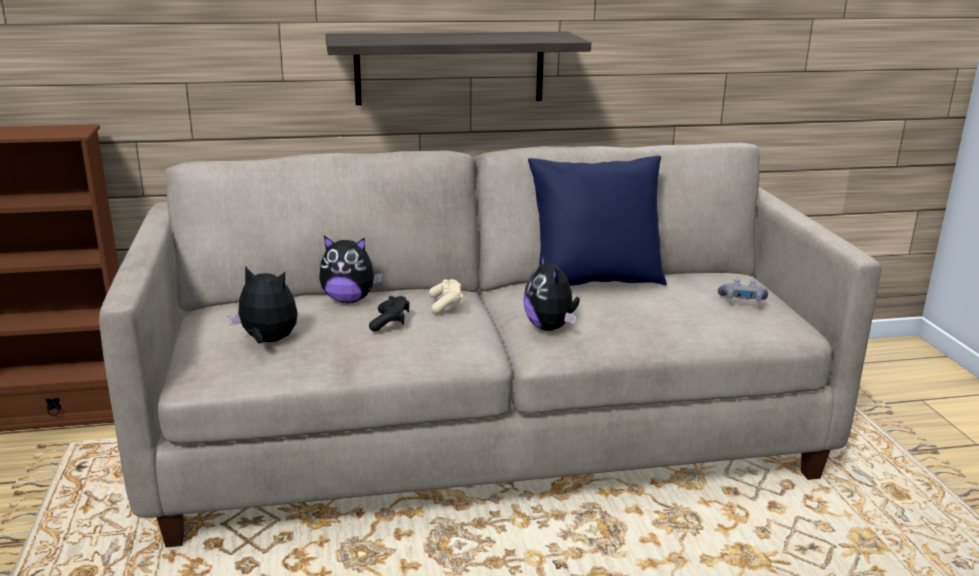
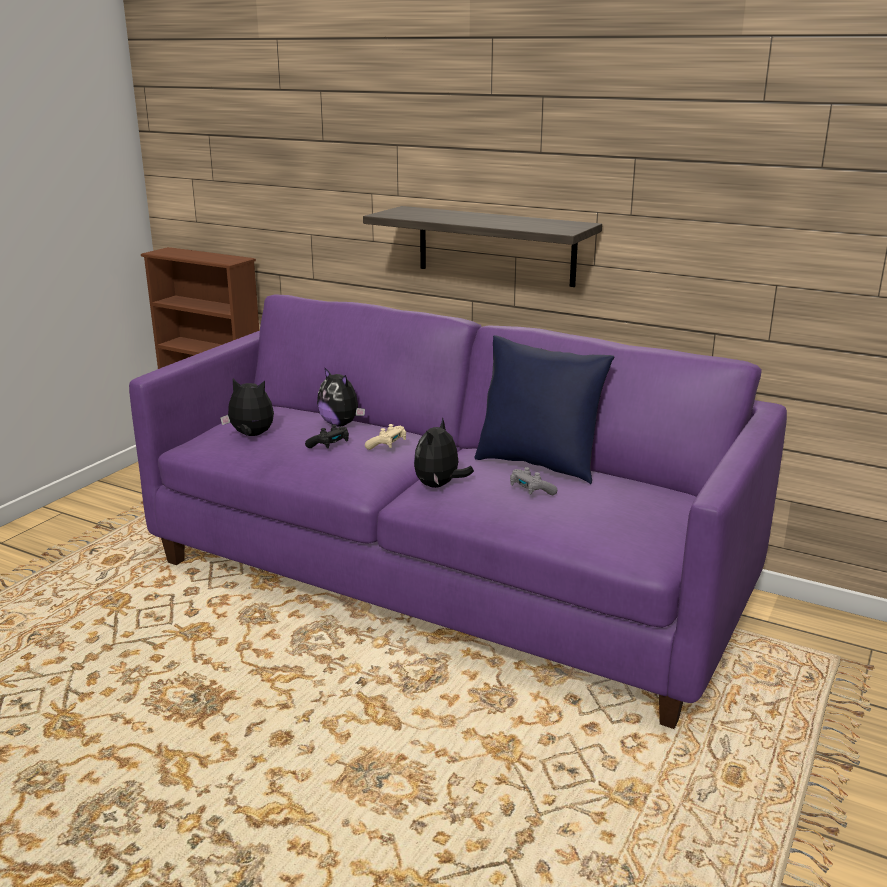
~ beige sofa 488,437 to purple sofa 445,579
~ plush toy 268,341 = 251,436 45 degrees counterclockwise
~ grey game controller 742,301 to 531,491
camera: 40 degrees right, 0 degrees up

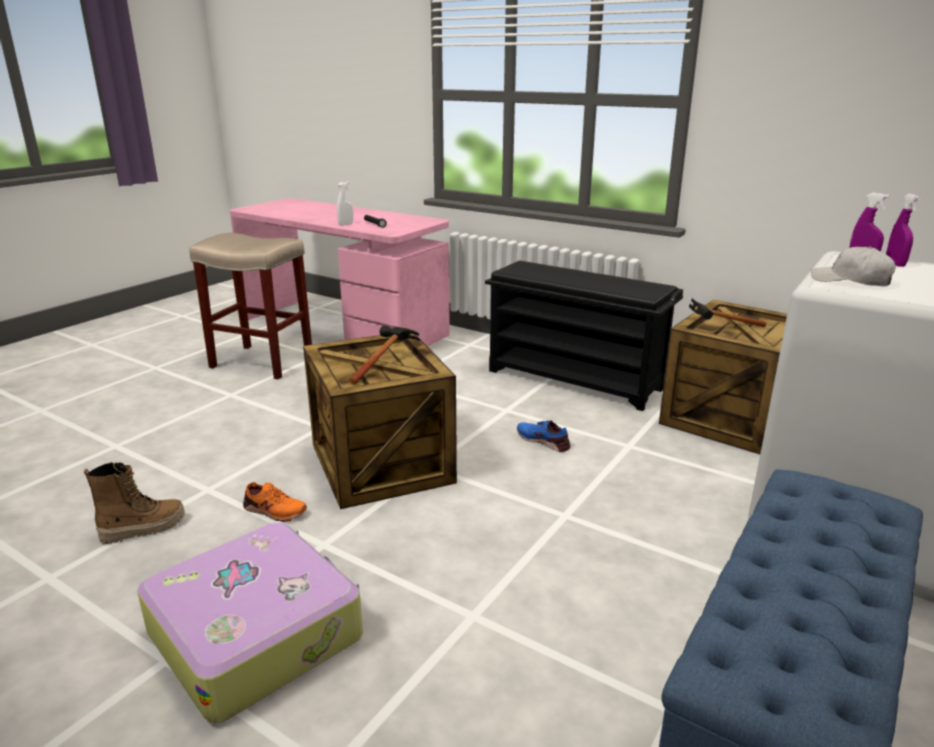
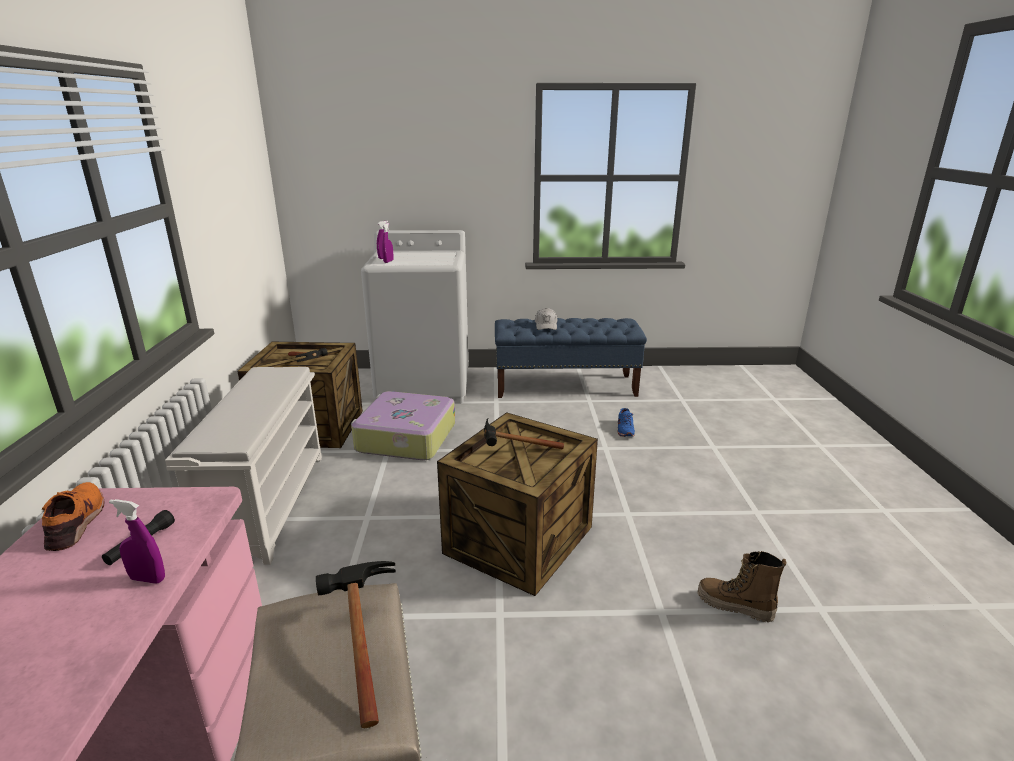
~ orange shoe 274,511 to 77,522
~ white spray bottle 346,224 to purple spray bottle 148,579
~ black shoe rack 576,379 to white shoe rack 268,503
+ hammer 359,641
~ suitcase 257,632 to 405,438
~ white cap 851,281 to 546,325
~ blue shoe 543,441 to 624,429
camera: 125 degrees left, 0 degrees up

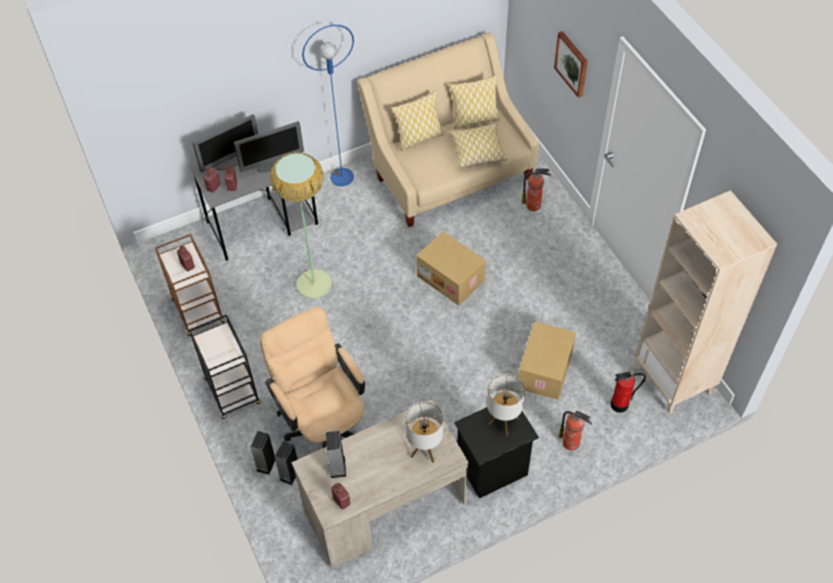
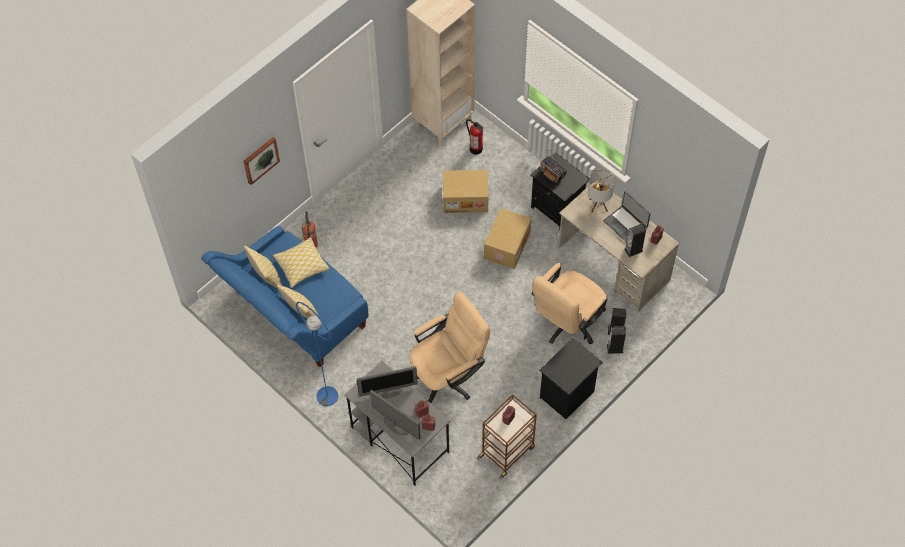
~ beige sofa 449,171 to blue sofa 294,315
~ monitor 272,164 = 388,391 120 degrees clockwise
~ floor lamp 314,284 to beige office chair 448,376
~ cardboard box 451,278 to 506,245
~ black cart 232,392 to black nightstand 568,395
~ table lamp 503,421 to radio 552,174
+ laptop 626,224
- fire extinguisher 572,443
camera: 110 degrees left, 5 degrees up

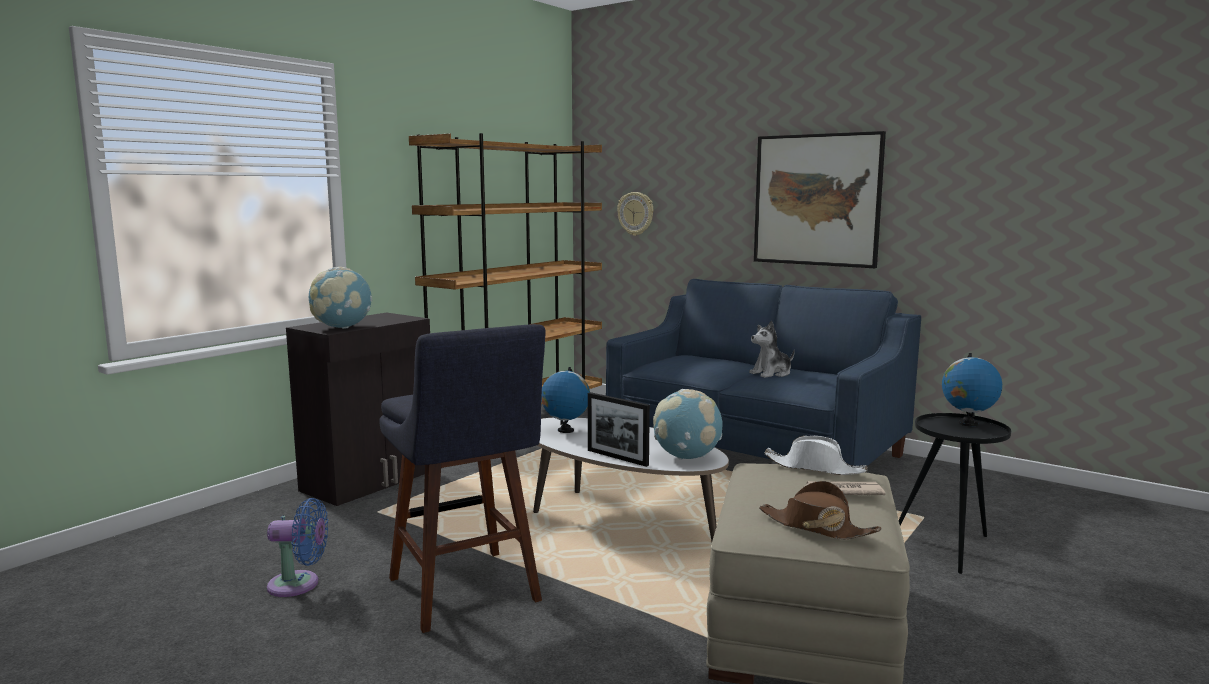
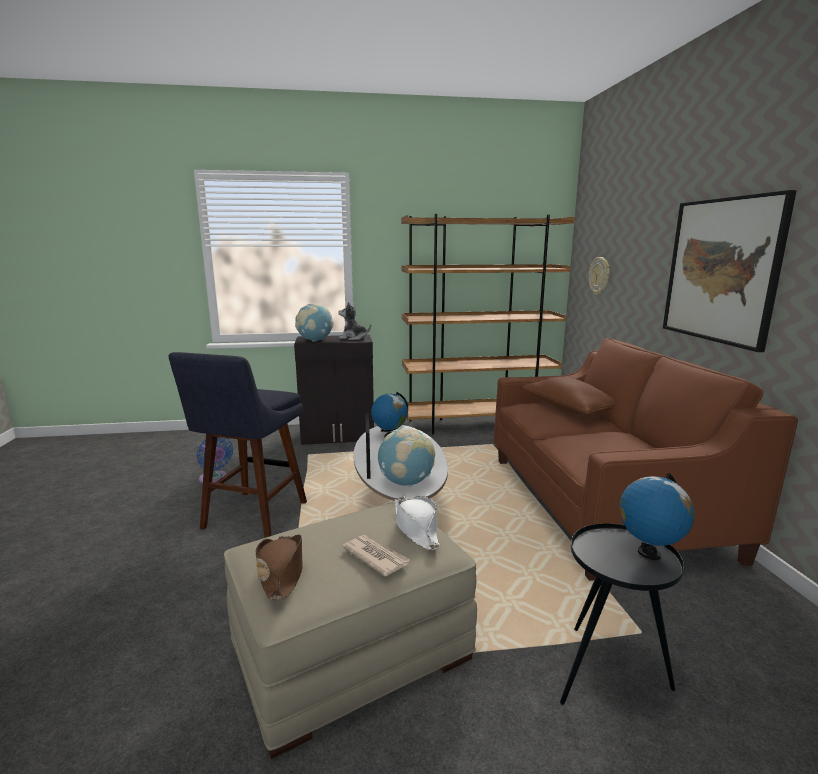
~ plush toy 771,373 to 353,338
~ blue sofa 756,452 to brown sofa 600,504
+ brown pillow 569,409
camera: 45 degrees right, 5 degrees up

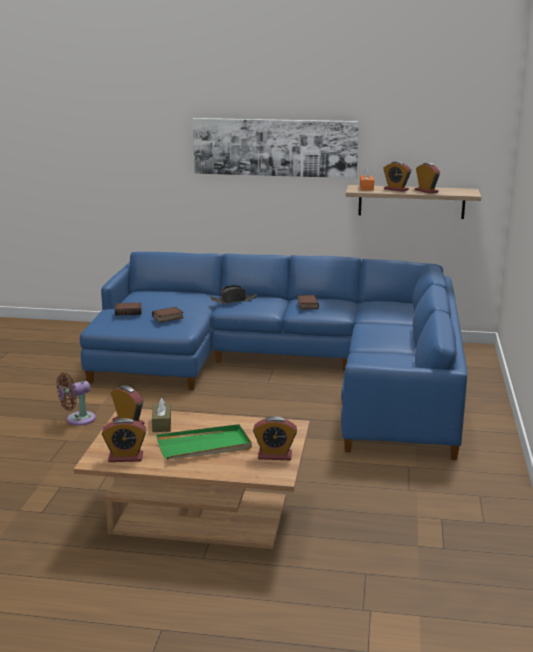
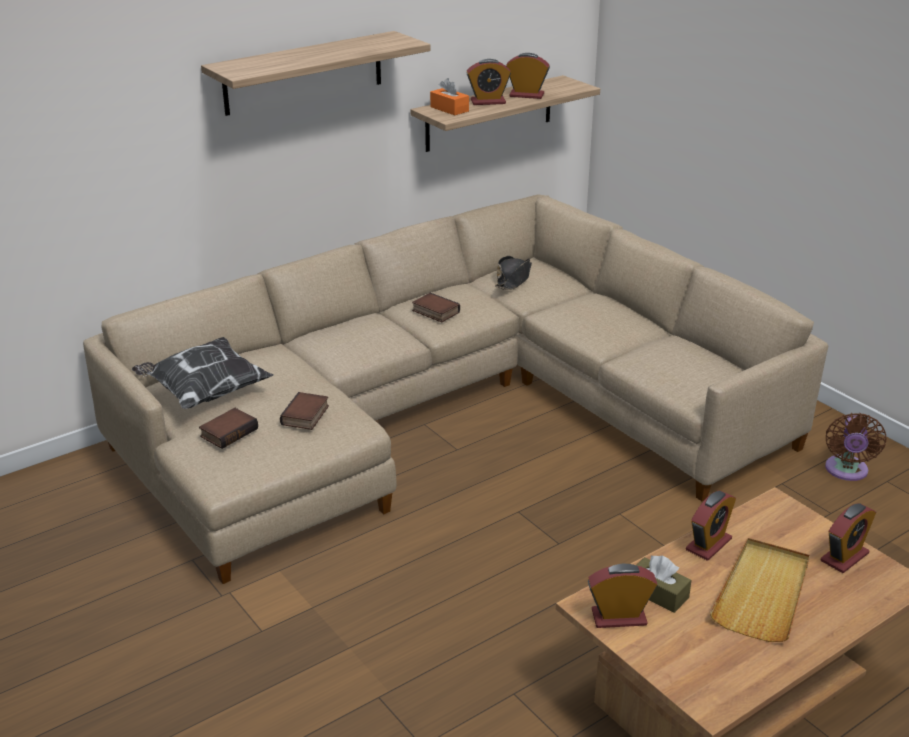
~ blue sofa 291,369 to beige sofa 447,414
+ pillow 204,392
~ picture 275,147 to shelf 304,73
~ black hat 234,300 to 513,279
~ alarm clock 125,457 to 708,544
~ green tray 204,446 to beige tray 762,593
~ brown fan 77,419 to 846,471
camera: 45 degrees left, 10 degrees up

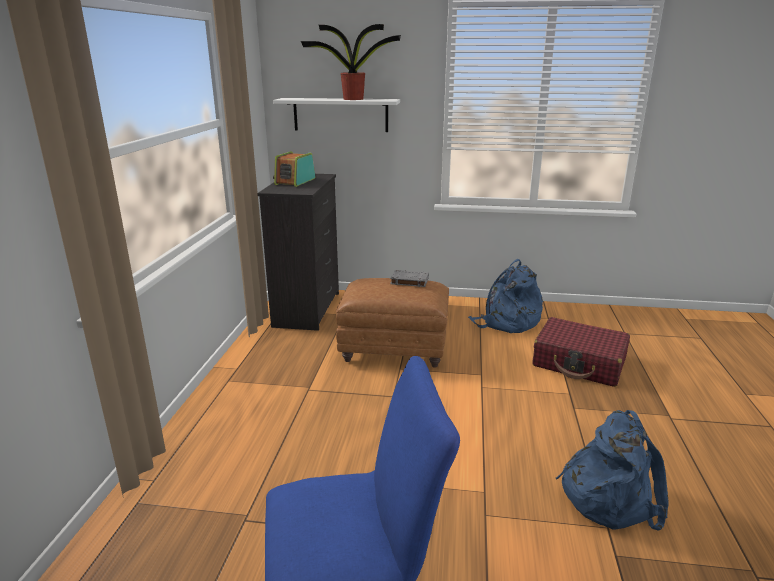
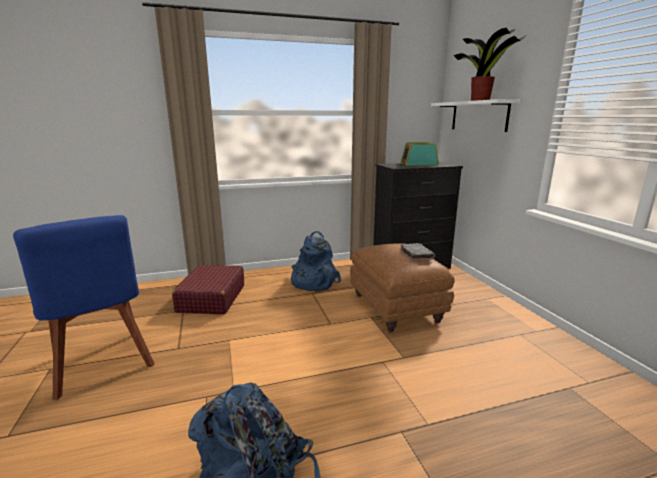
~ red suitcase 579,363 to 211,298
~ blue backpack 507,322 to 312,282
camera: 65 degrees right, 5 degrees down

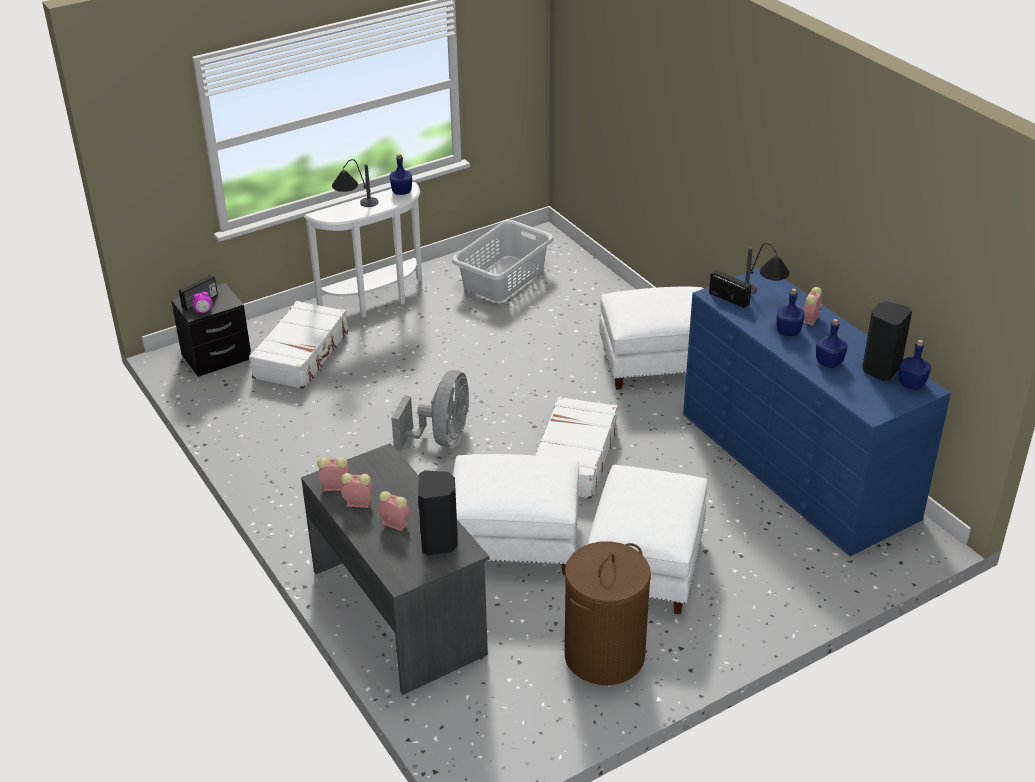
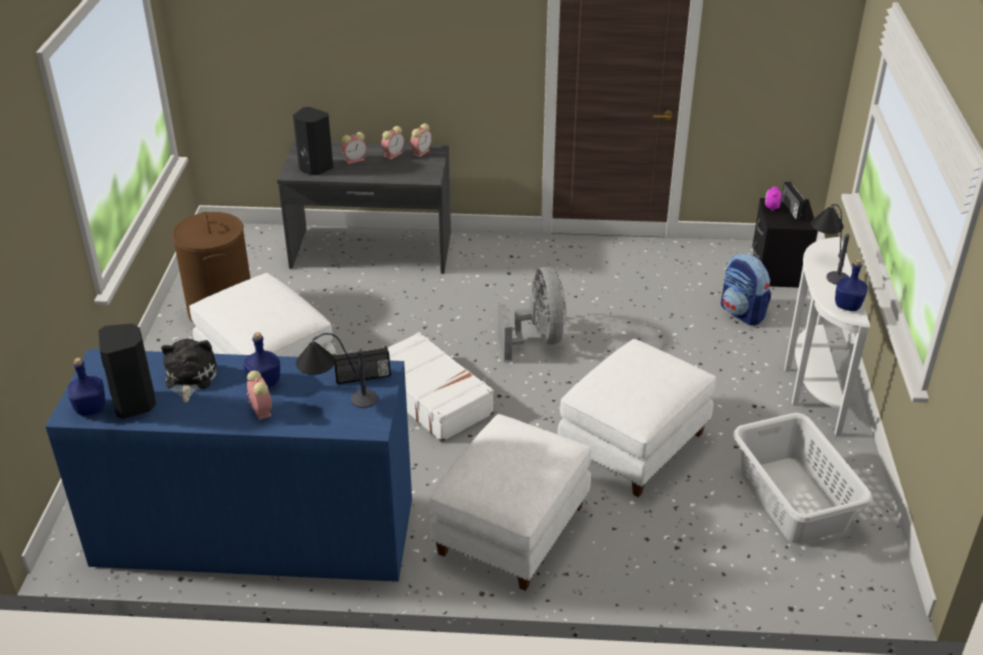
~ blue bottle 829,363 to plush toy 189,378
~ grey fan 441,438 = 538,339 150 degrees counterclockwise
~ white ottoman 514,543 to 632,444
~ white suitcase 302,355 to backpack 742,313
camera: 125 degrees right, 0 degrees up

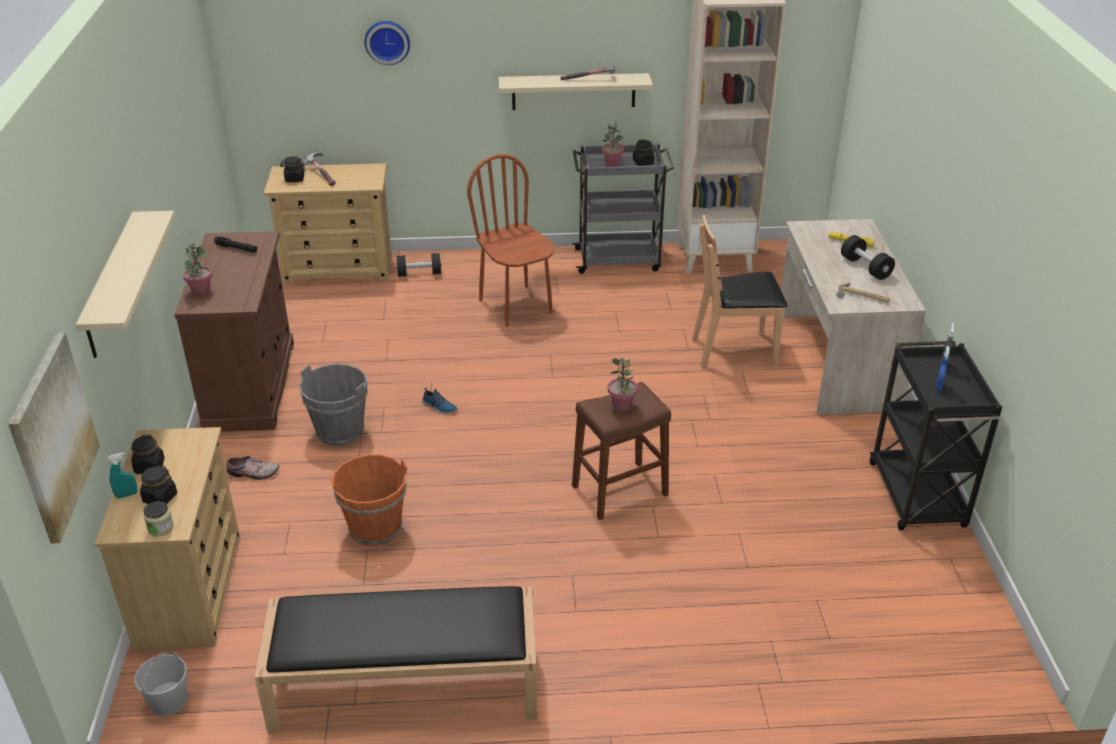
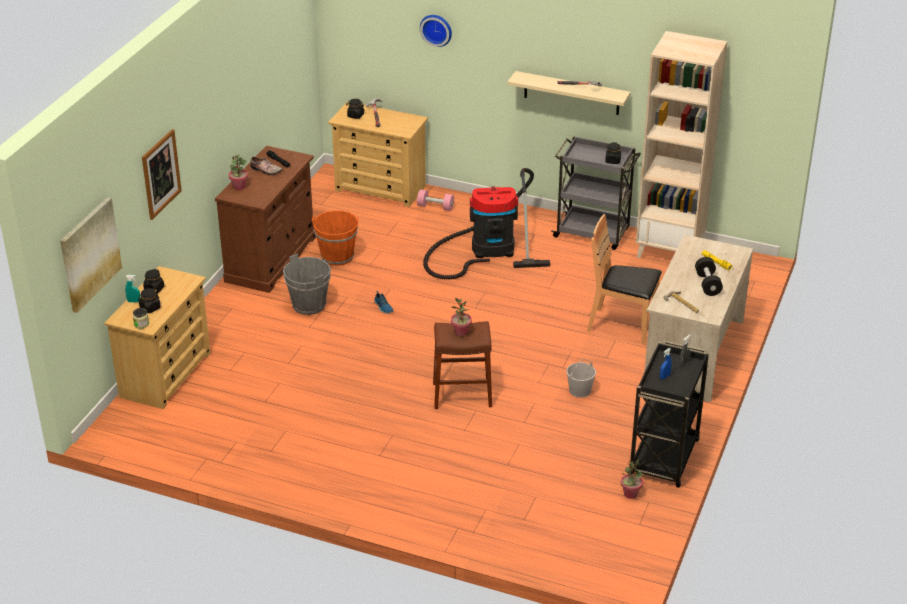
~ beige shelf 111,285 to picture 161,174
~ shoe 253,473 to 265,170
~ orange bucket 375,527 to 337,256
~ black dumbbell 419,273 to pink dumbbell 435,207
~ brown chair 516,306 to vacuum cleaner 487,250
~ white bucket 169,700 to 580,390
~ potted plant 612,164 to 630,494
- black bench 403,686
camera: 25 degrees right, 0 degrees up

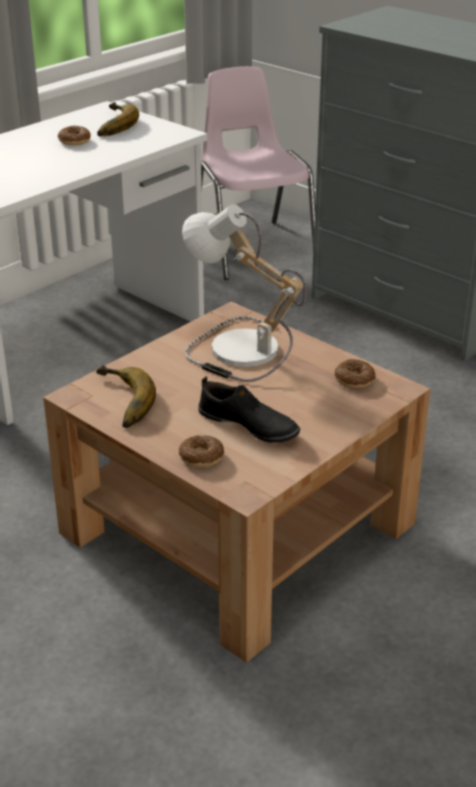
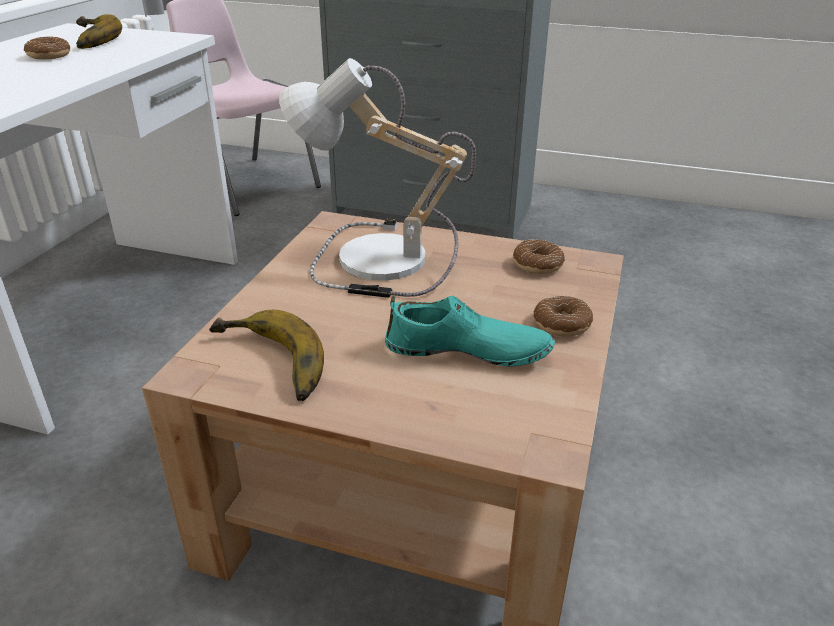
~ black shoe 248,426 to turquoise shoe 467,351
~ donut 201,457 to 562,324
camera: 25 degrees left, 0 degrees up

